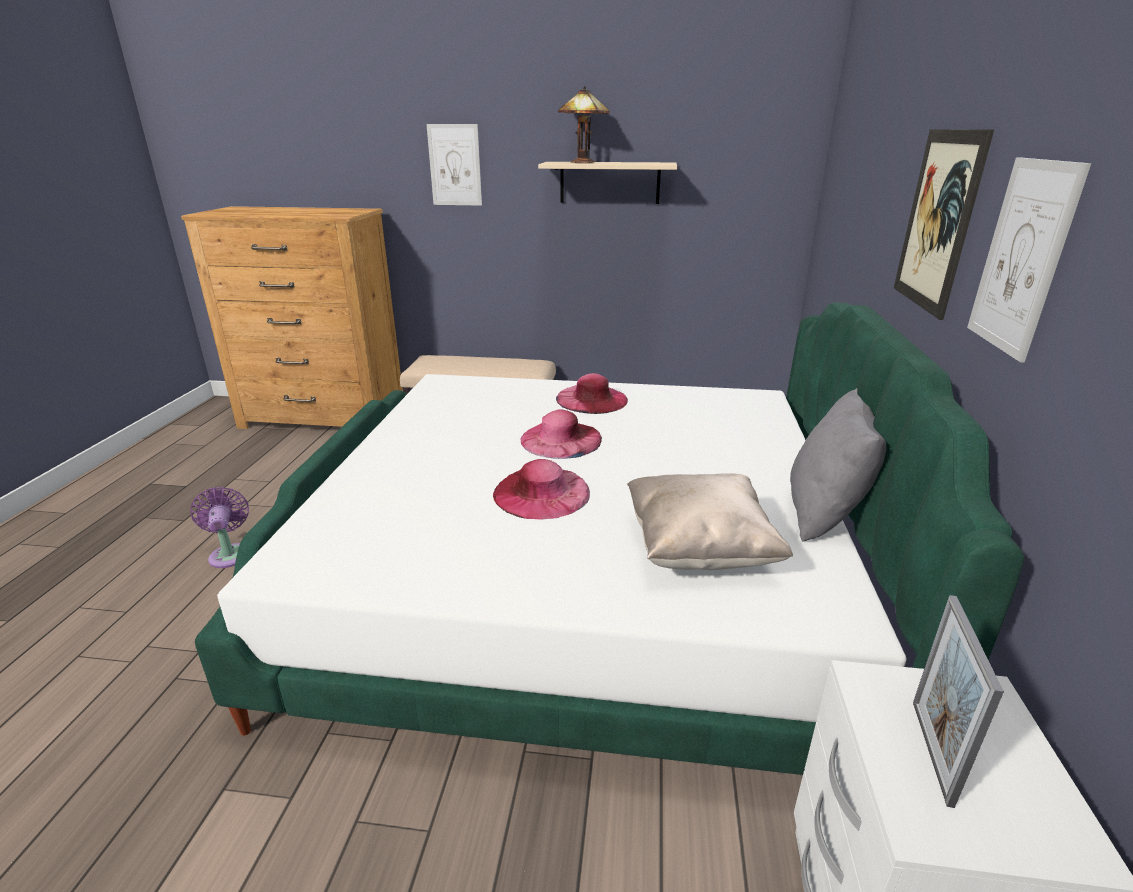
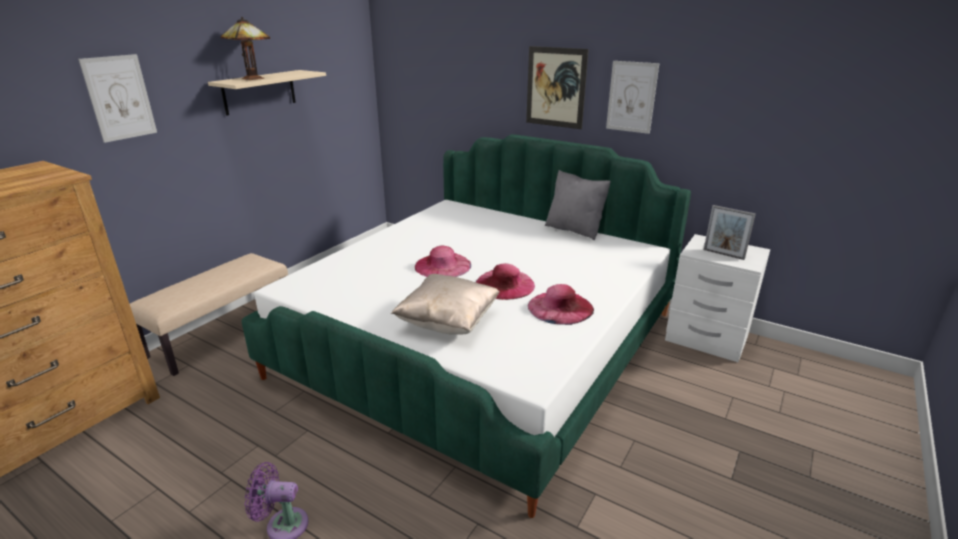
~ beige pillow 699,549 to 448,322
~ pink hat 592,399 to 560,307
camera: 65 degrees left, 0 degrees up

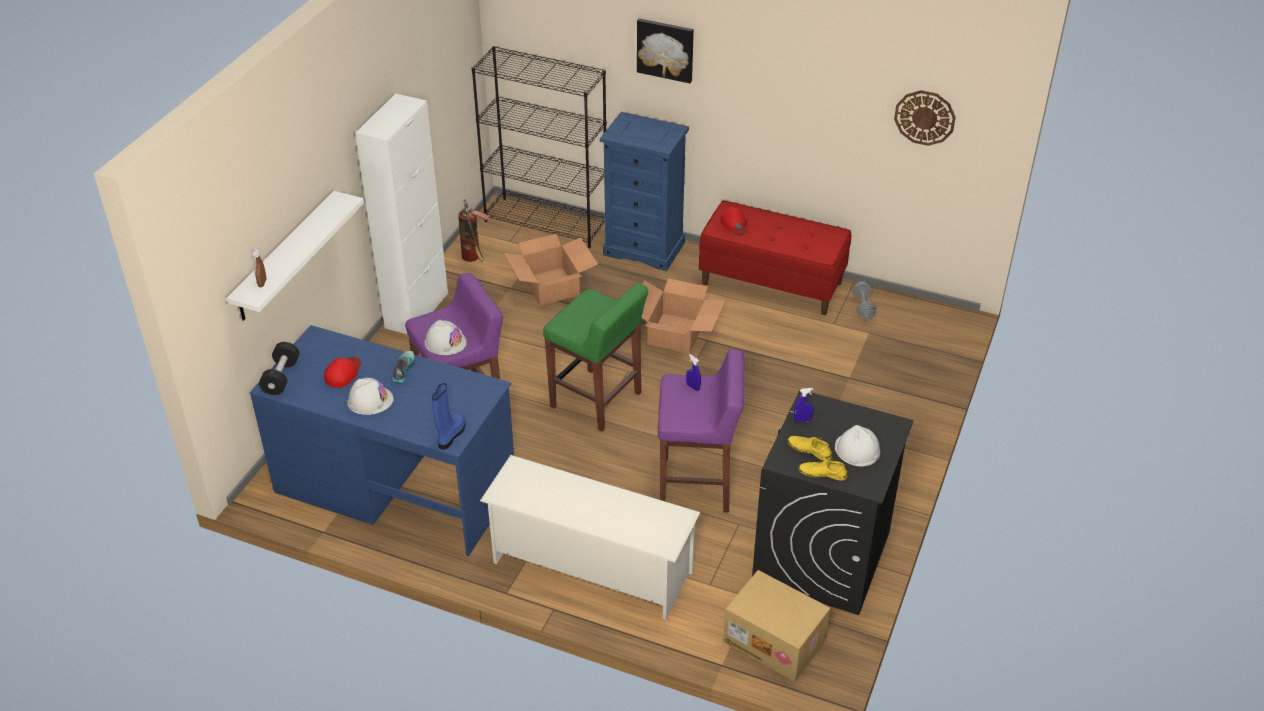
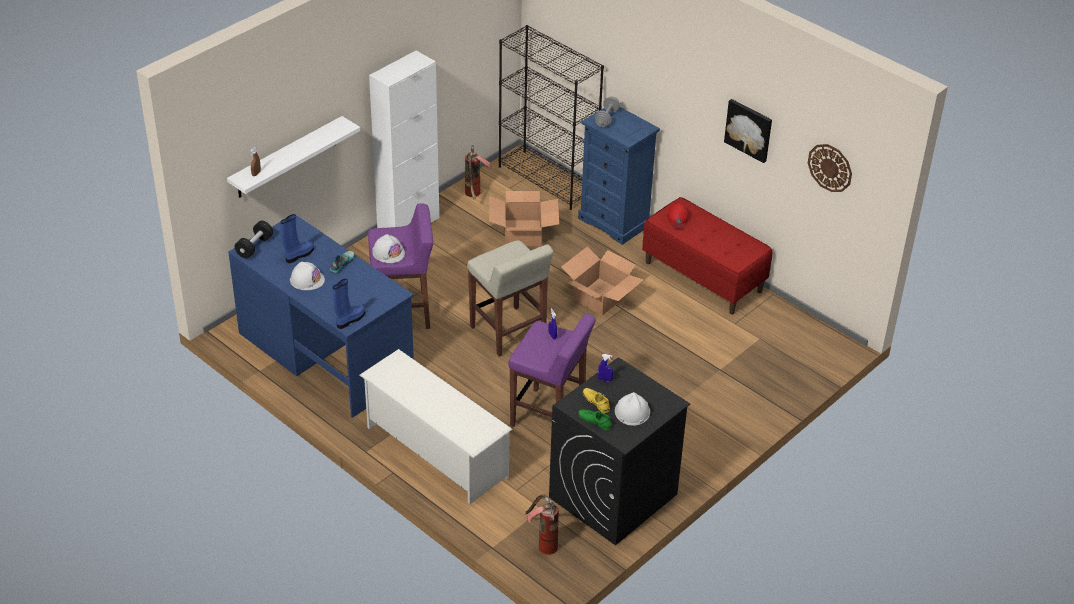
~ red cap 343,373 to blue boot 298,255
~ green stool 597,401 to beige stool 508,332
~ cardboard box 775,640 to fire extinguisher 541,543
~ yellow shoe 822,473 to green shoe 595,421
~ grey dumbbell 863,308 to 606,118
~ picture 665,49 to 749,129
camera: 20 degrees right, 0 degrees up

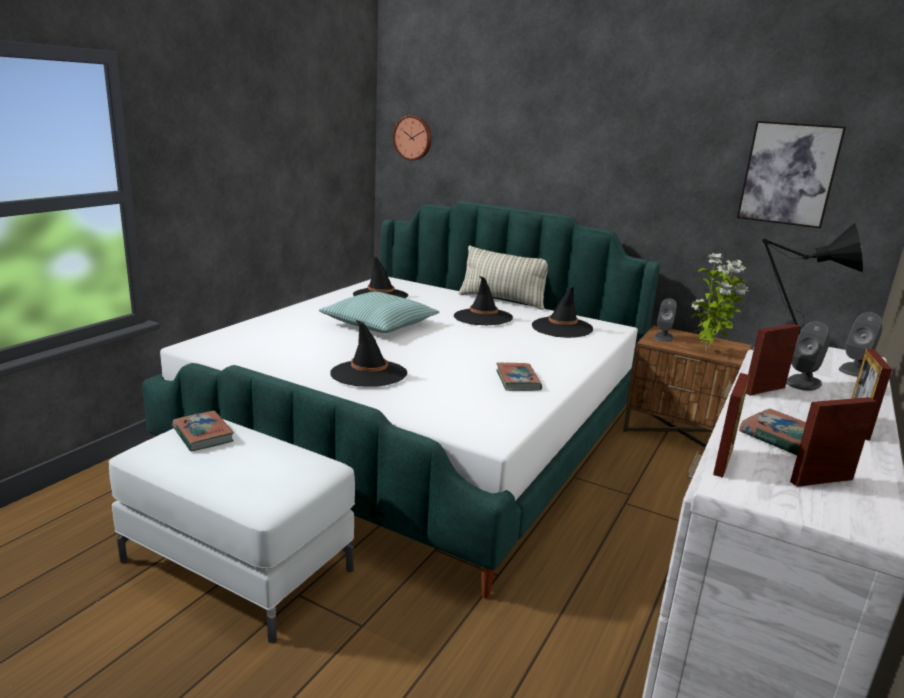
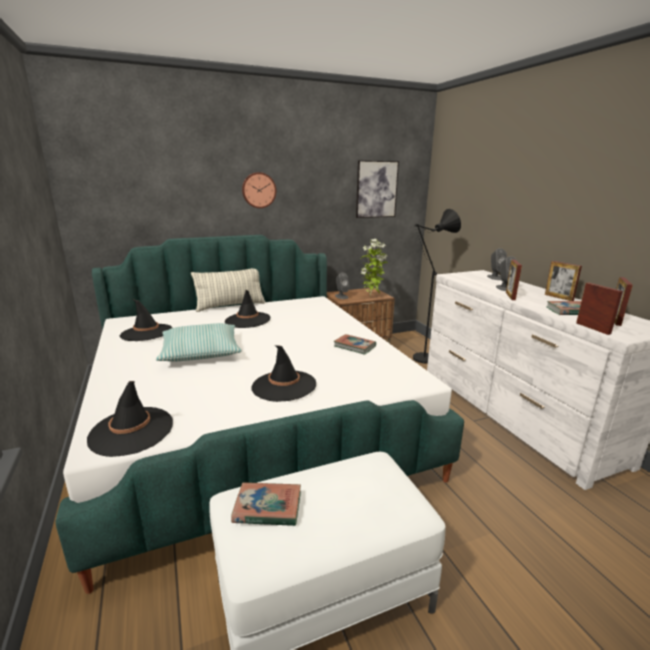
~ black hat 562,328 to 131,431
~ wall clock 413,138 to 258,190
camera: 50 degrees left, 0 degrees up

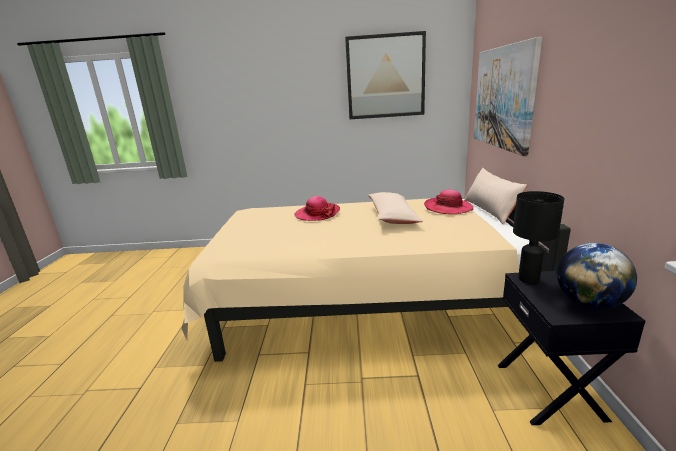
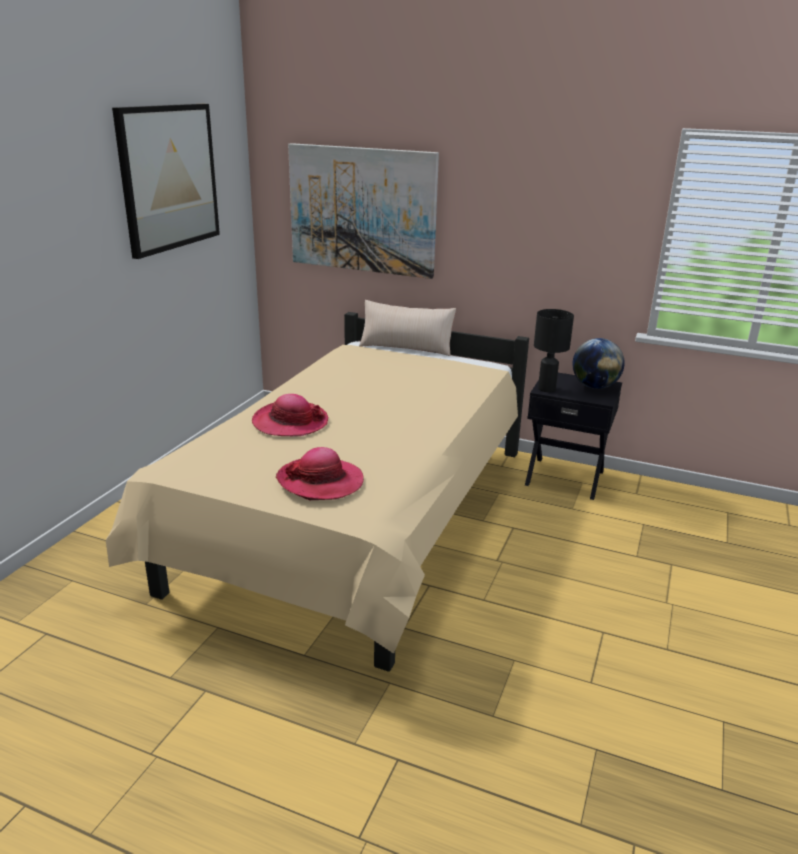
~ hat 448,208 to 320,481
- beige pillow 393,216
camera: 70 degrees left, 5 degrees up

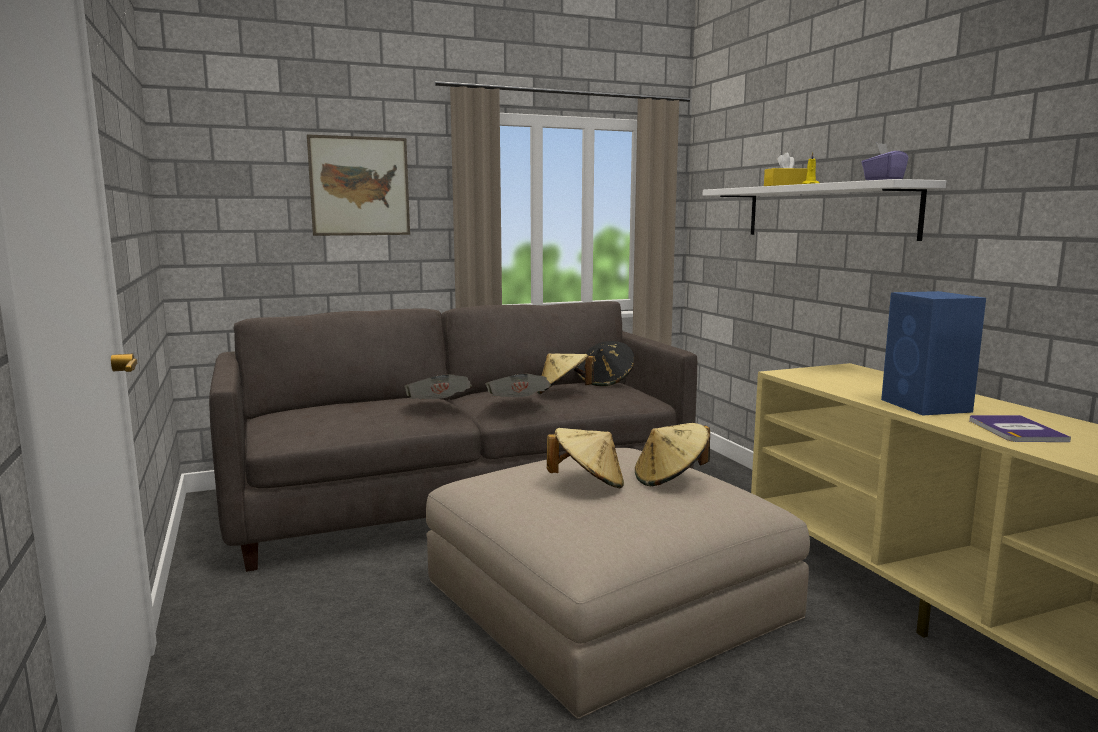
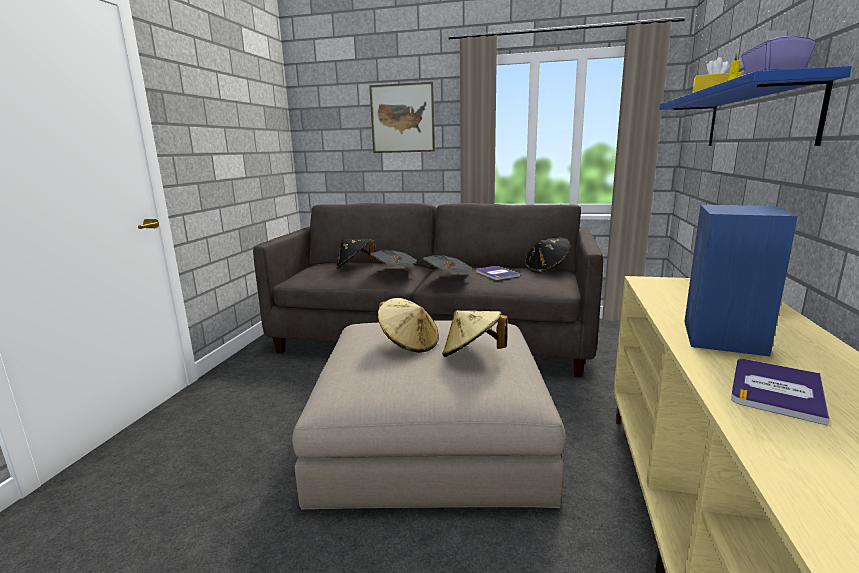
+ black hat 354,267
~ beige hat 563,393 to book 496,273
~ white shelf 826,211 to blue shelf 756,117
camera: 35 degrees right, 5 degrees up

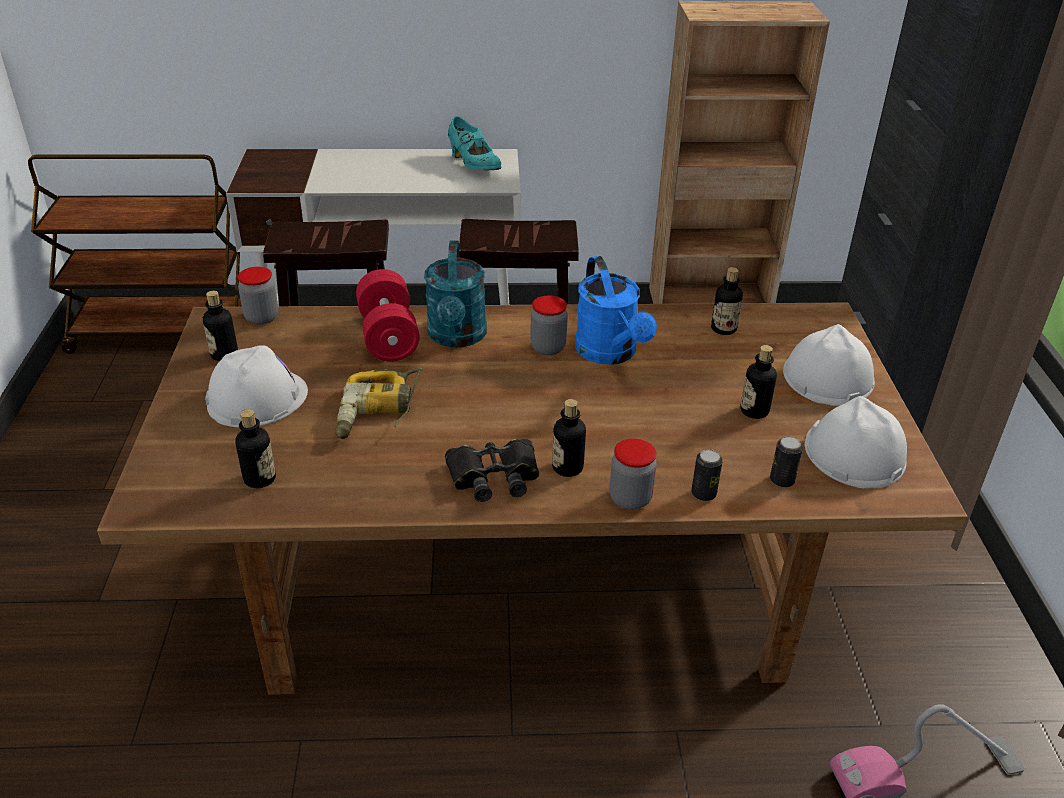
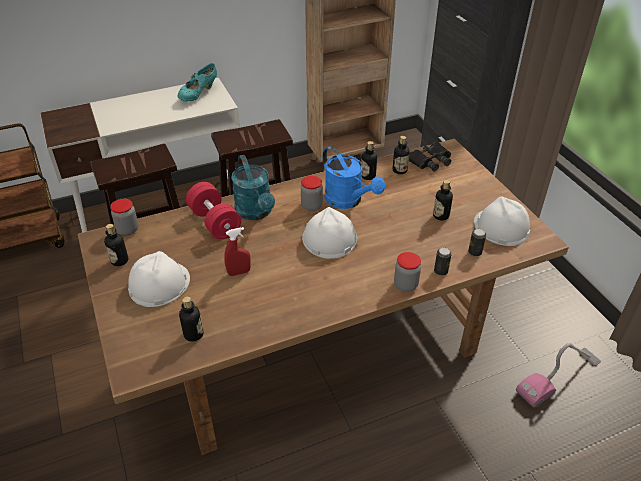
~ turquoise shoe 473,165 = 198,94 90 degrees clockwise
~ power drill 379,412 to red spray bottle 239,272
~ white hard hat 827,377 to 329,238
~ bottle 567,467 to 368,176
~ black binoculars 494,476 to 430,161
camera: 20 degrees left, 5 degrees up

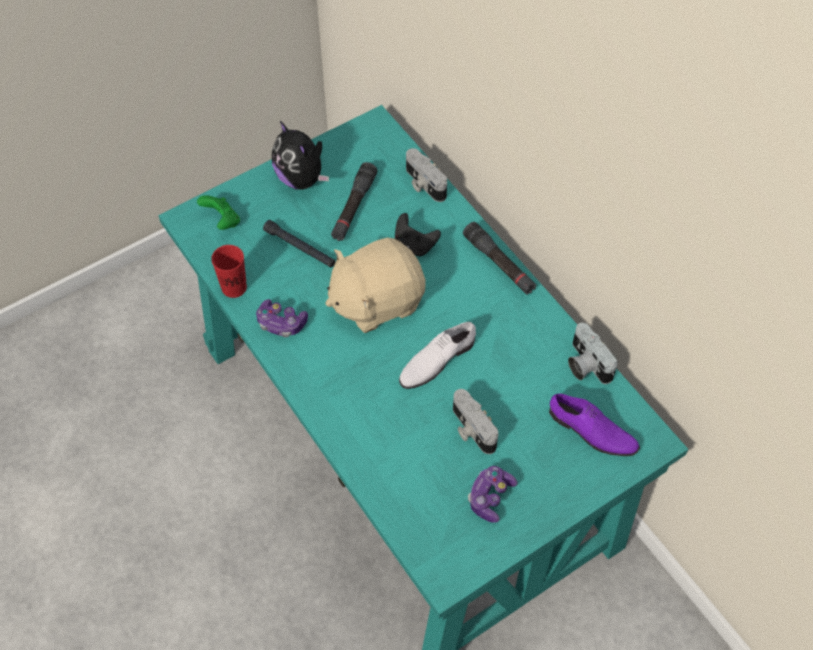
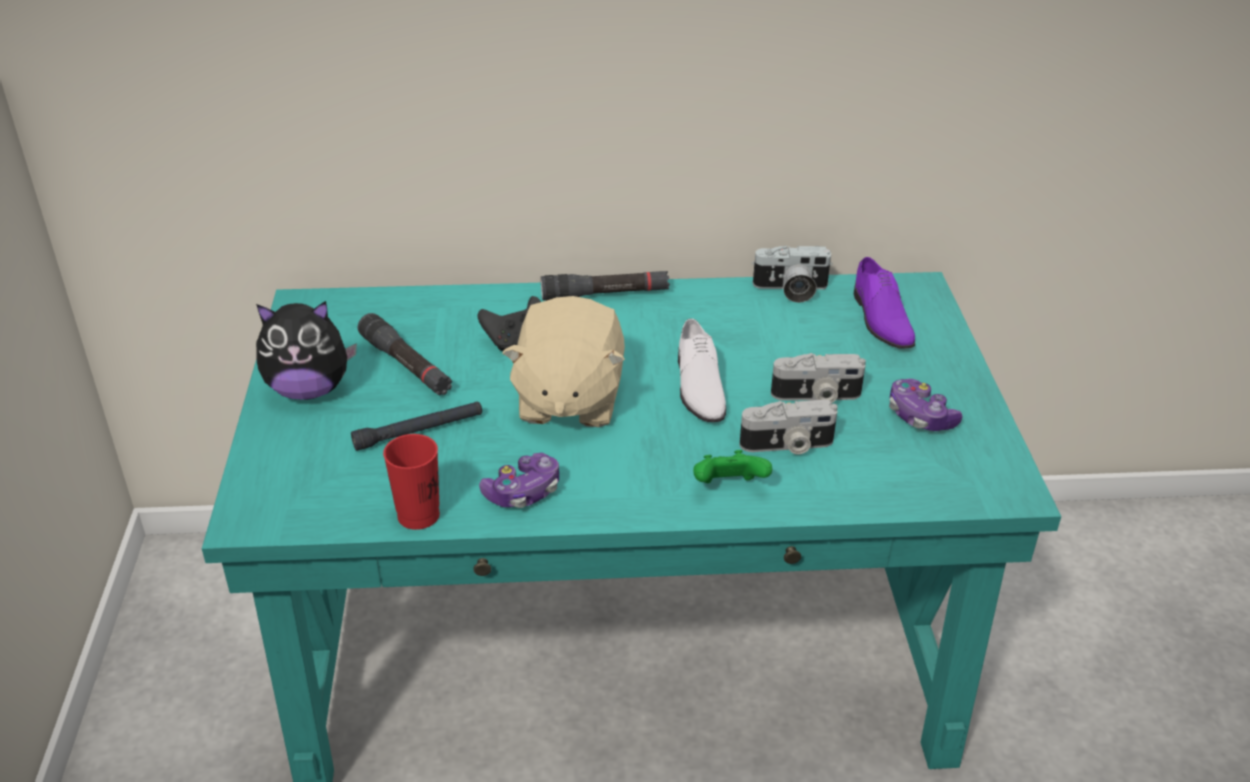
~ green game controller 222,221 to 728,487
~ photo camera 423,184 to 787,445
~ purple shoe 591,432 = 880,318 105 degrees clockwise
camera: 60 degrees left, 20 degrees down

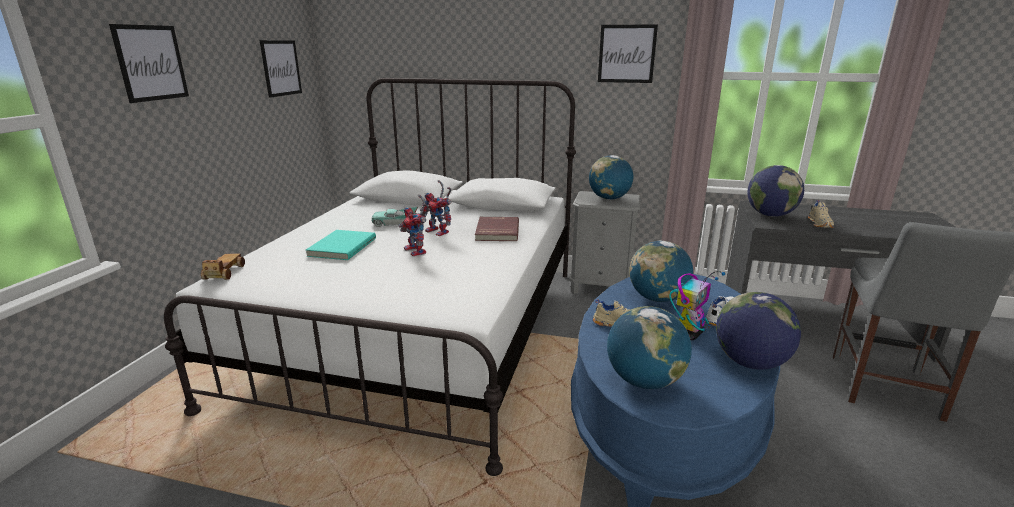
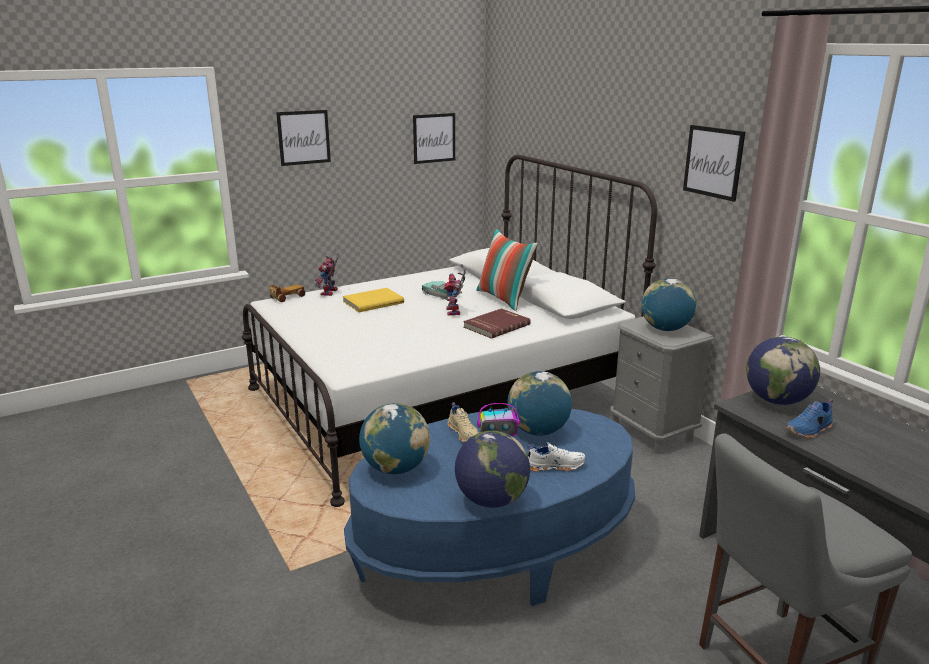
~ toy robot 418,251 to 330,293
~ turquoise book 341,247 to yellow book 372,302
+ pillow 504,299
~ beige shoe 820,224 to blue shoe 809,430
camera: 45 degrees right, 0 degrees up

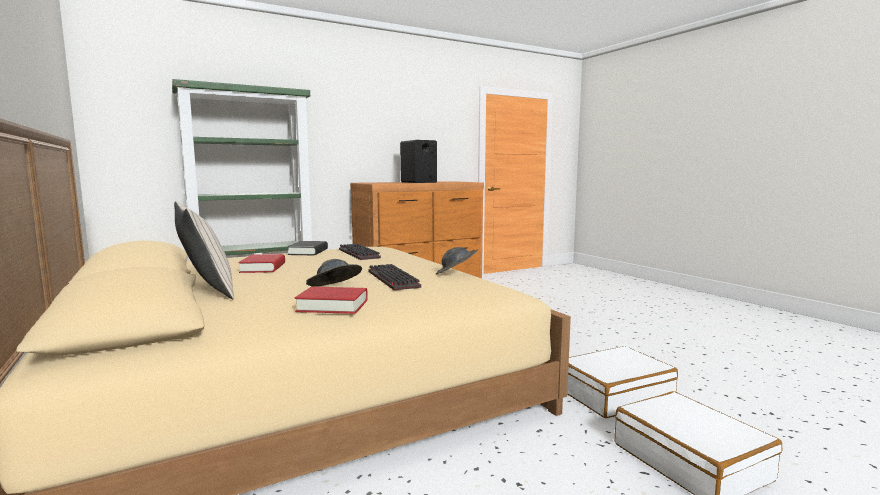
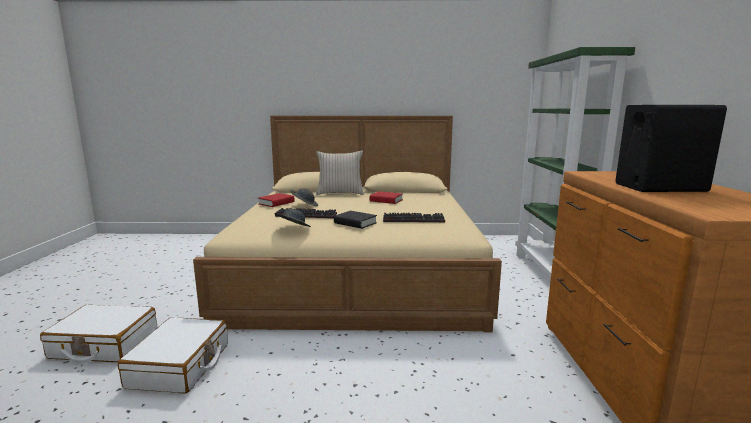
~ black book 308,252 to 355,223
camera: 120 degrees right, 5 degrees up

